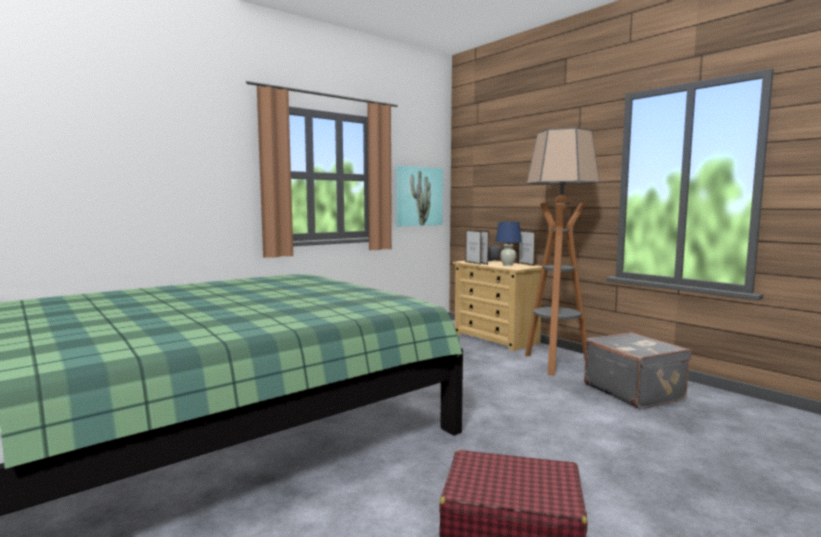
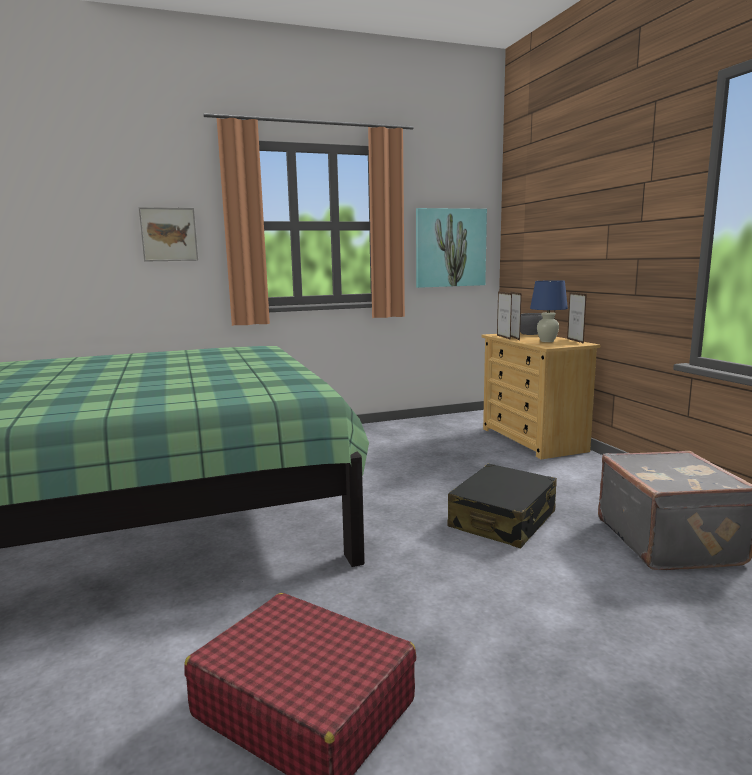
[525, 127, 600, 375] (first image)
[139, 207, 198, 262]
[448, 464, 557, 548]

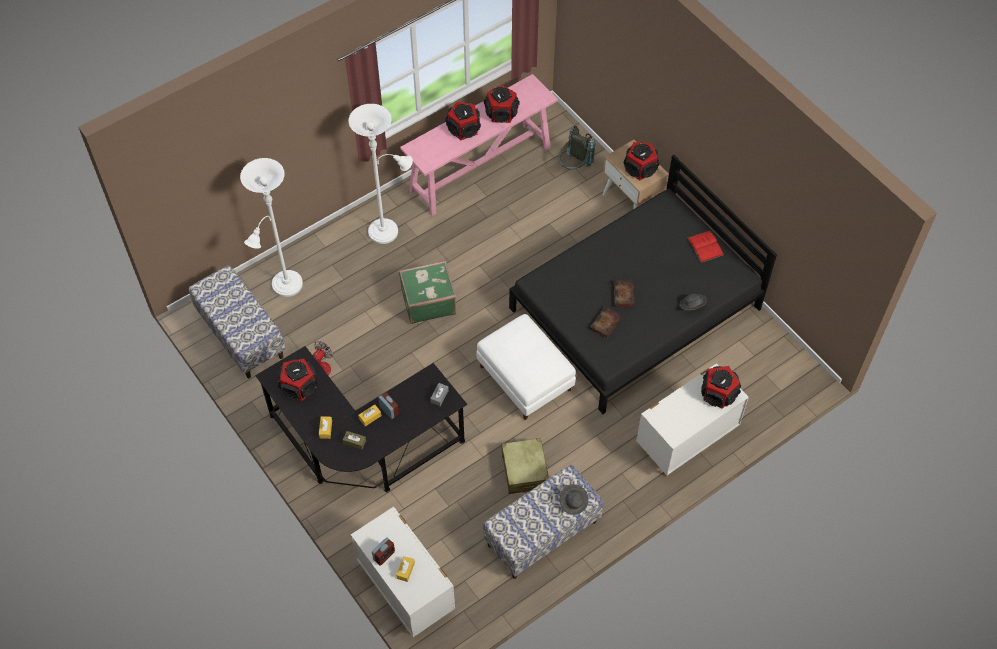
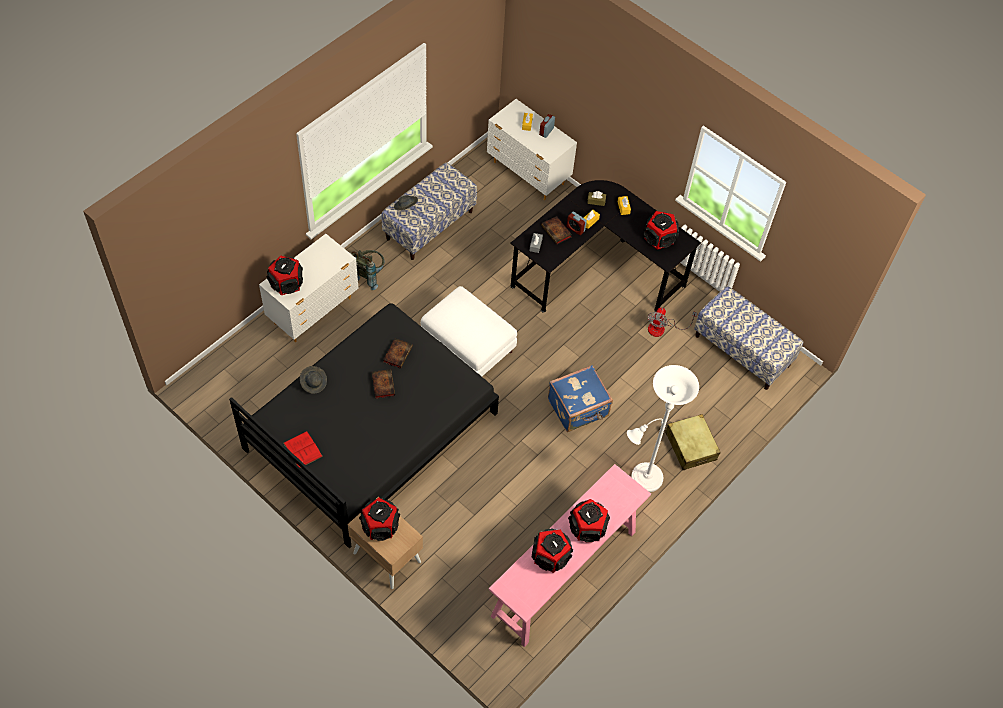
[240, 158, 303, 297] (first image)
[548, 365, 613, 432]
[665, 414, 721, 470]
[350, 250, 385, 290]
[541, 216, 572, 244]

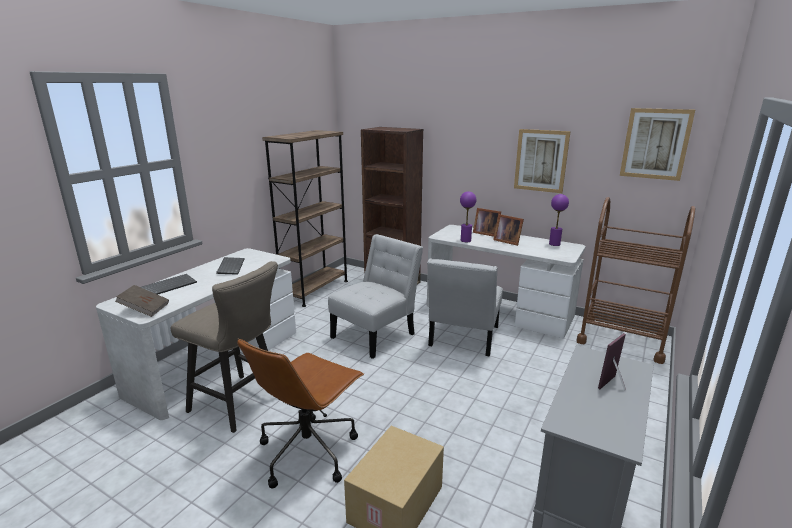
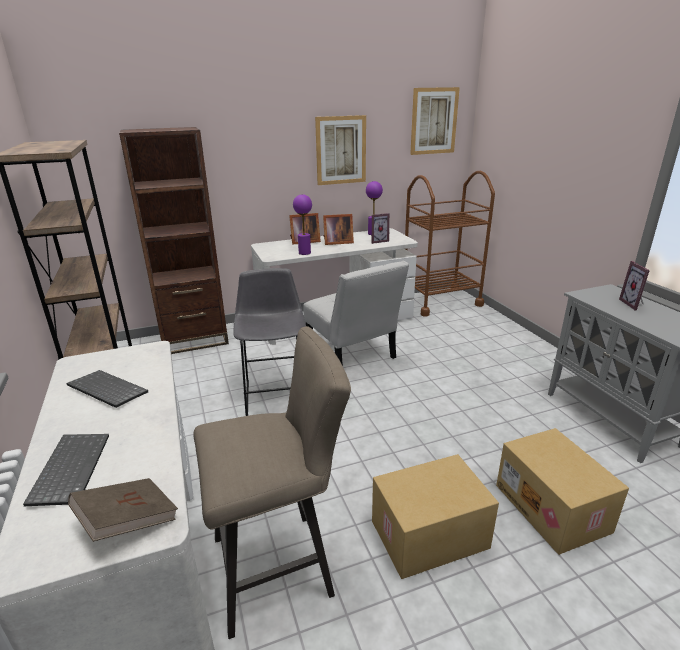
[372, 454, 499, 579]
[233, 268, 306, 416]
[372, 213, 390, 244]

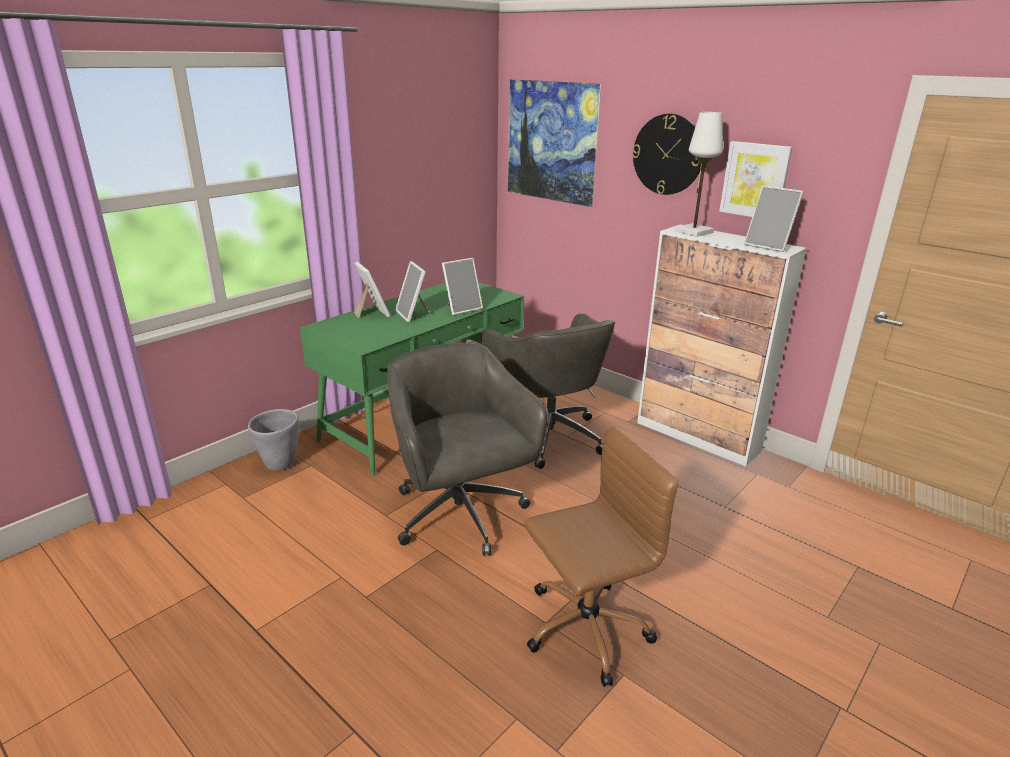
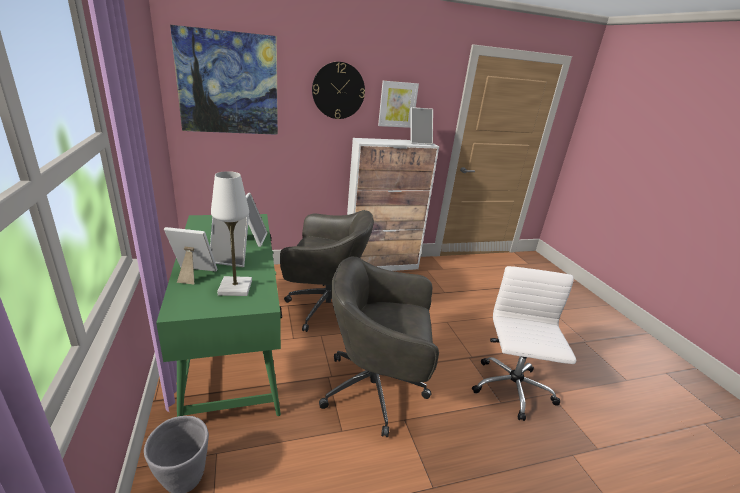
[472, 266, 576, 421]
[211, 171, 252, 296]

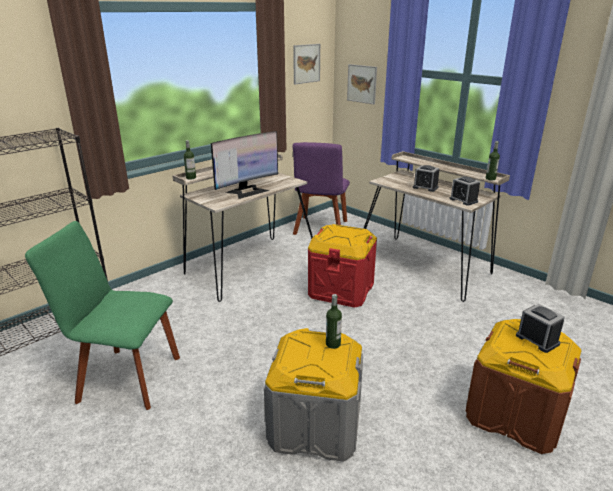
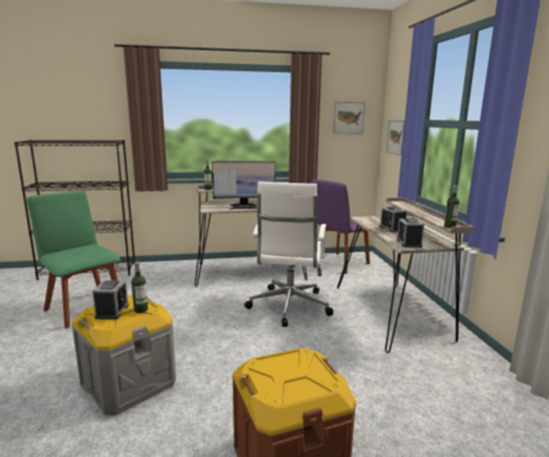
[244, 182, 333, 327]
[92, 280, 129, 319]

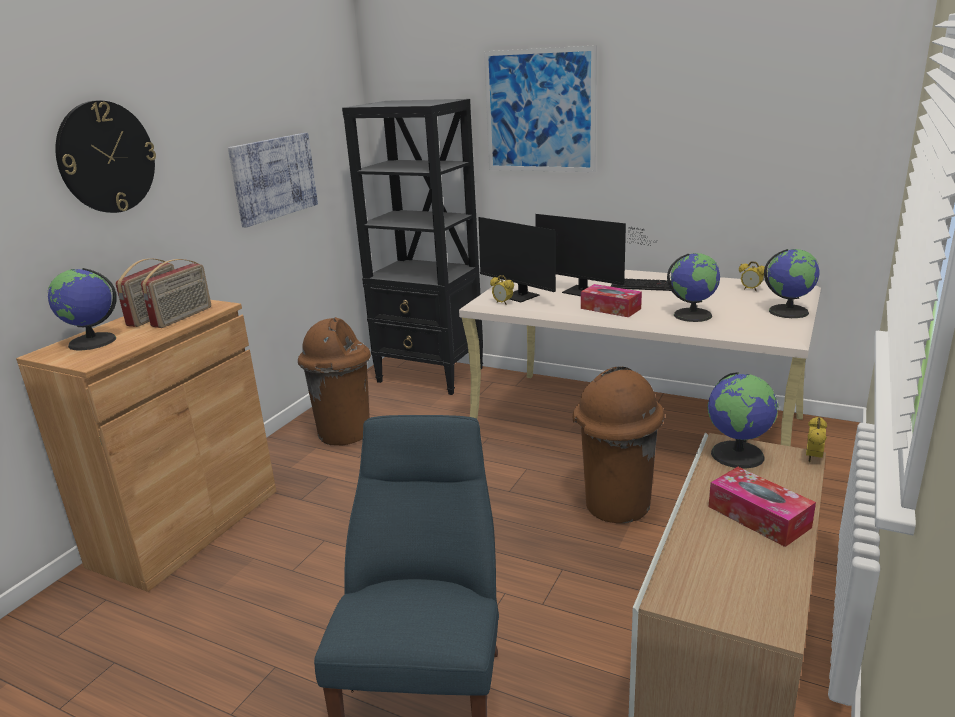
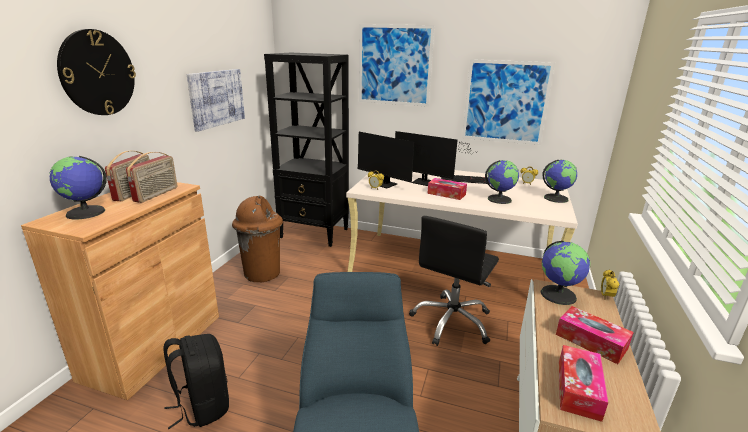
[409, 216, 499, 346]
[164, 334, 229, 429]
[462, 59, 555, 145]
[559, 345, 608, 422]

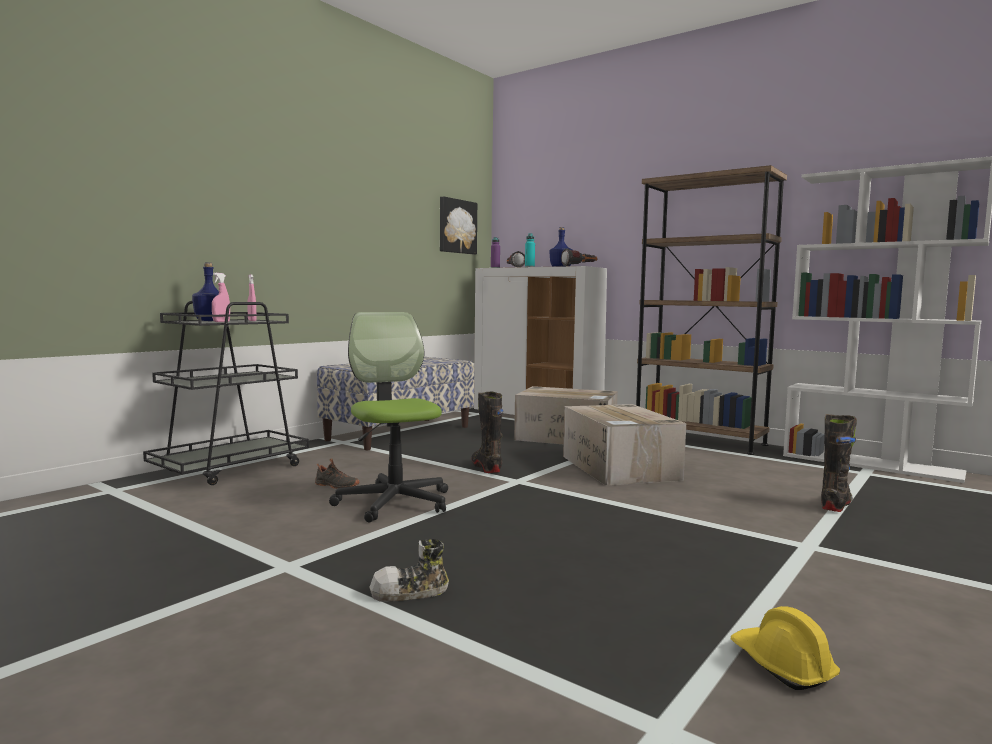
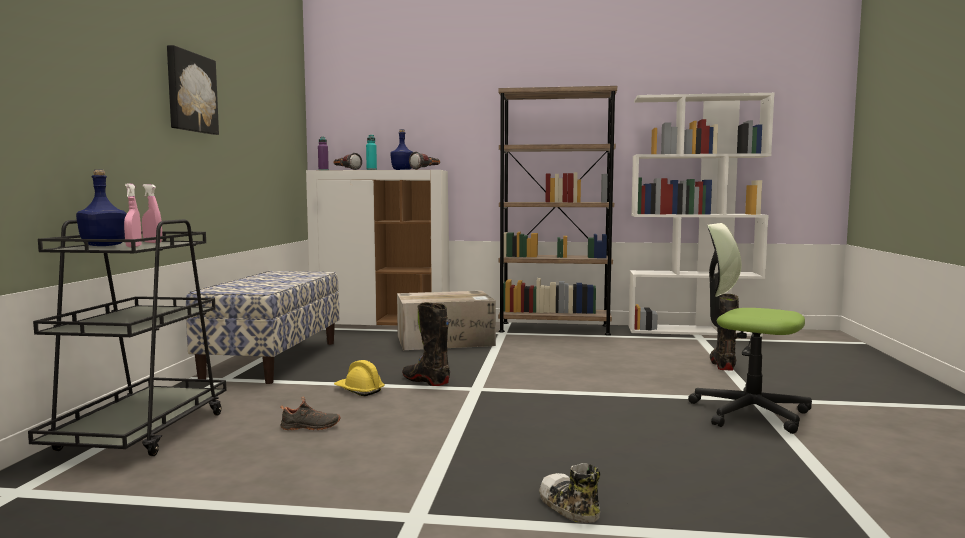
[688, 223, 812, 434]
[539, 463, 600, 523]
[167, 45, 219, 135]
[563, 404, 686, 486] (first image)
[334, 360, 385, 396]

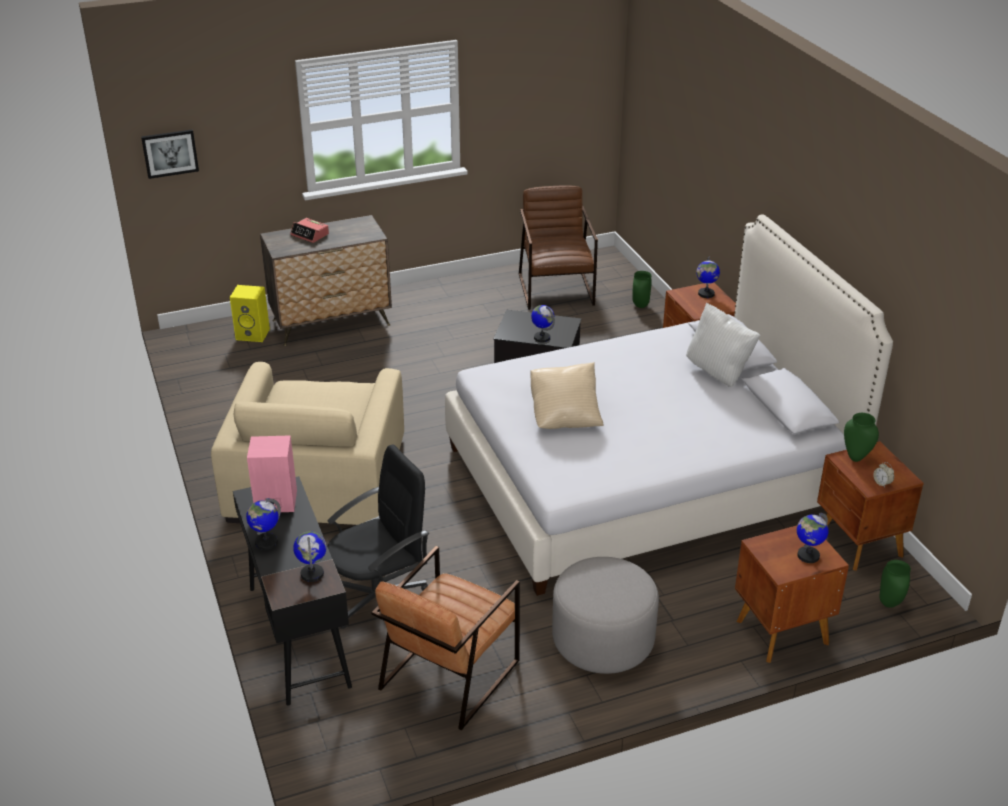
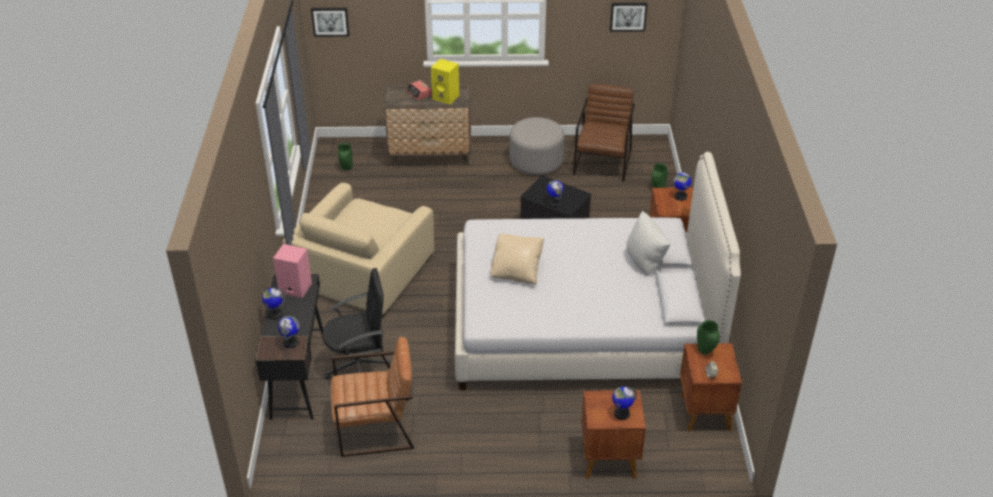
[431, 59, 459, 104]
[331, 337, 414, 457]
[510, 117, 565, 175]
[338, 143, 353, 170]
[610, 3, 648, 32]

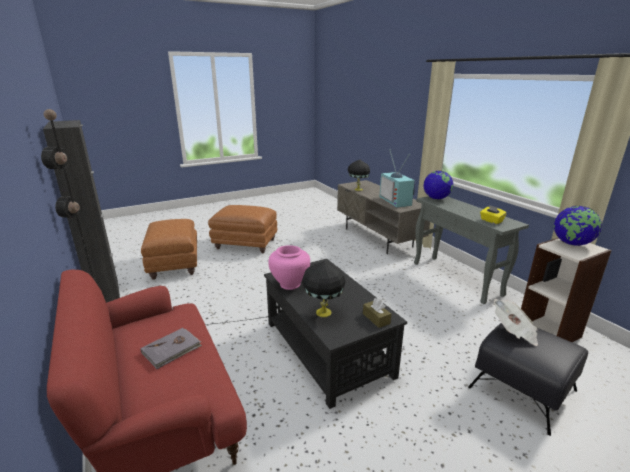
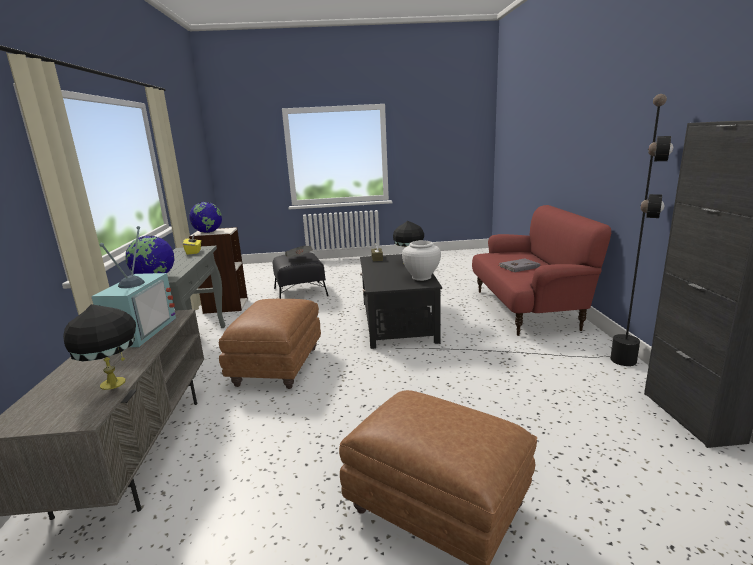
[219, 299, 321, 389]
[402, 240, 441, 281]

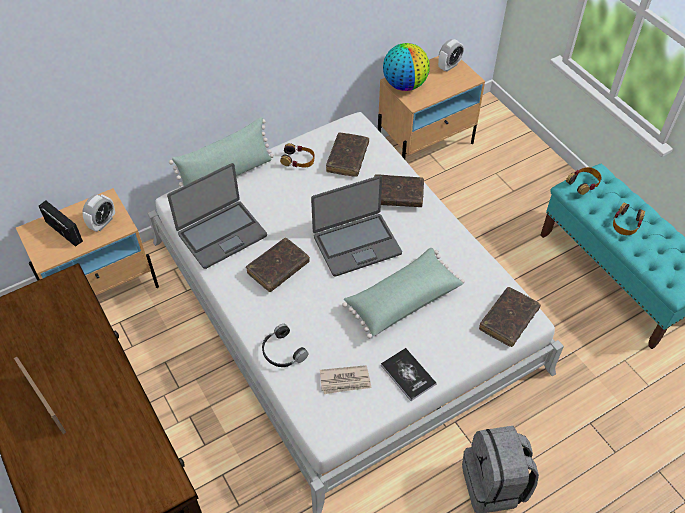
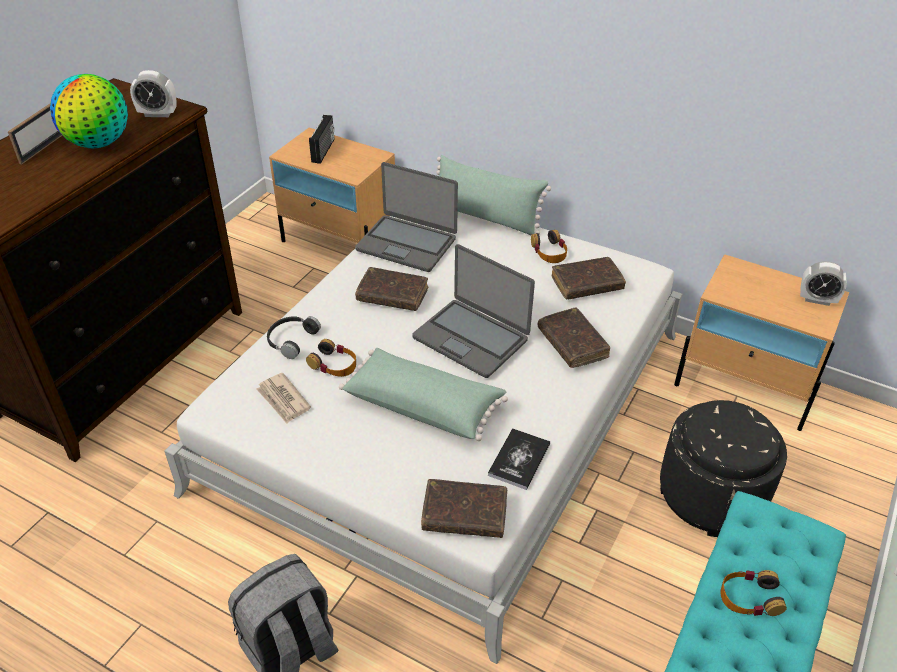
[130, 70, 177, 117]
[488, 428, 550, 490]
[50, 74, 128, 148]
[306, 339, 356, 377]
[660, 400, 787, 537]

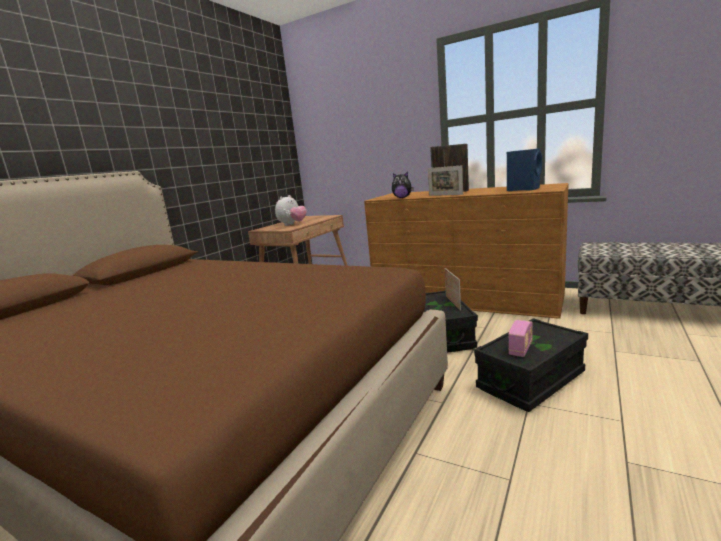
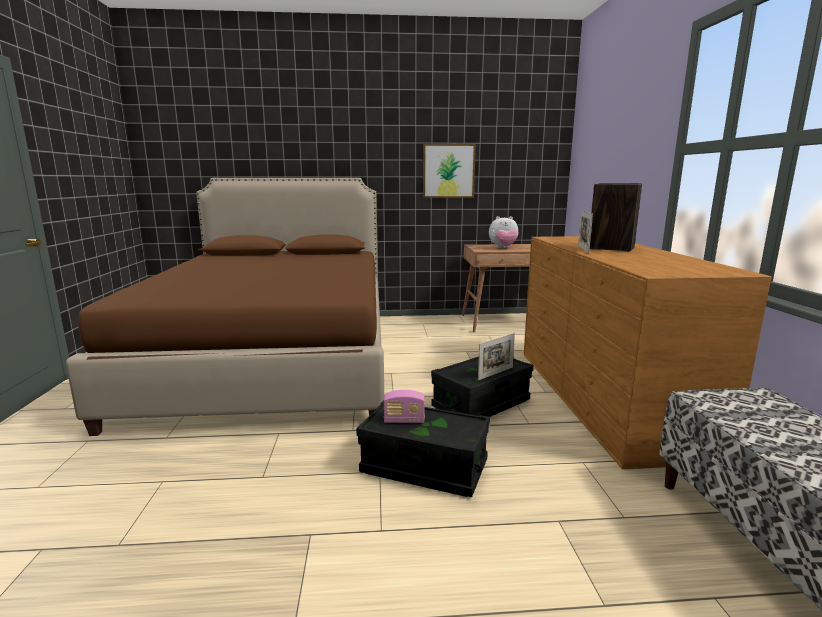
[392, 172, 414, 198] (first image)
[507, 148, 542, 191] (first image)
[423, 144, 476, 198]

